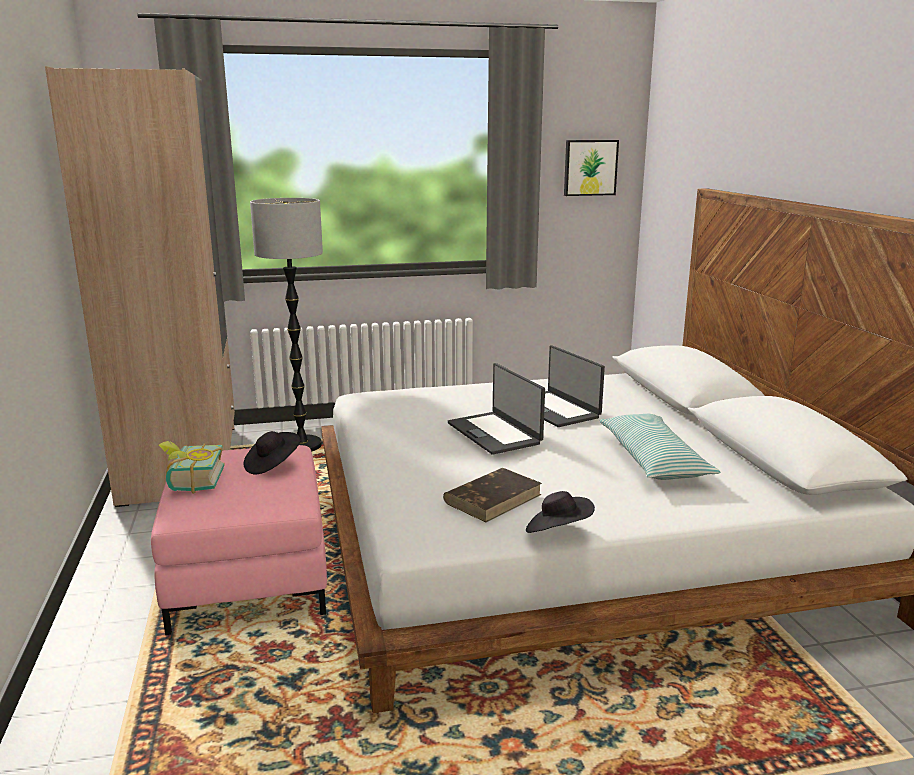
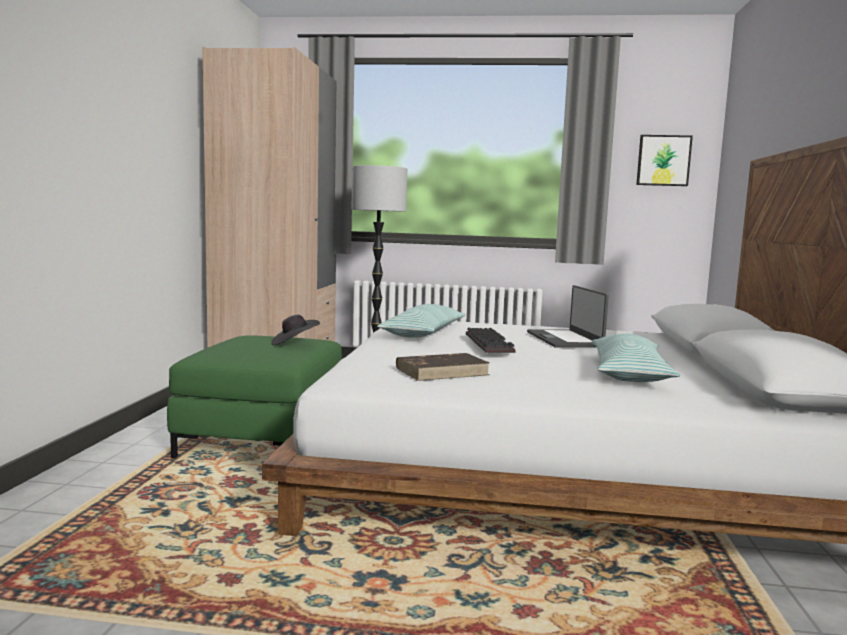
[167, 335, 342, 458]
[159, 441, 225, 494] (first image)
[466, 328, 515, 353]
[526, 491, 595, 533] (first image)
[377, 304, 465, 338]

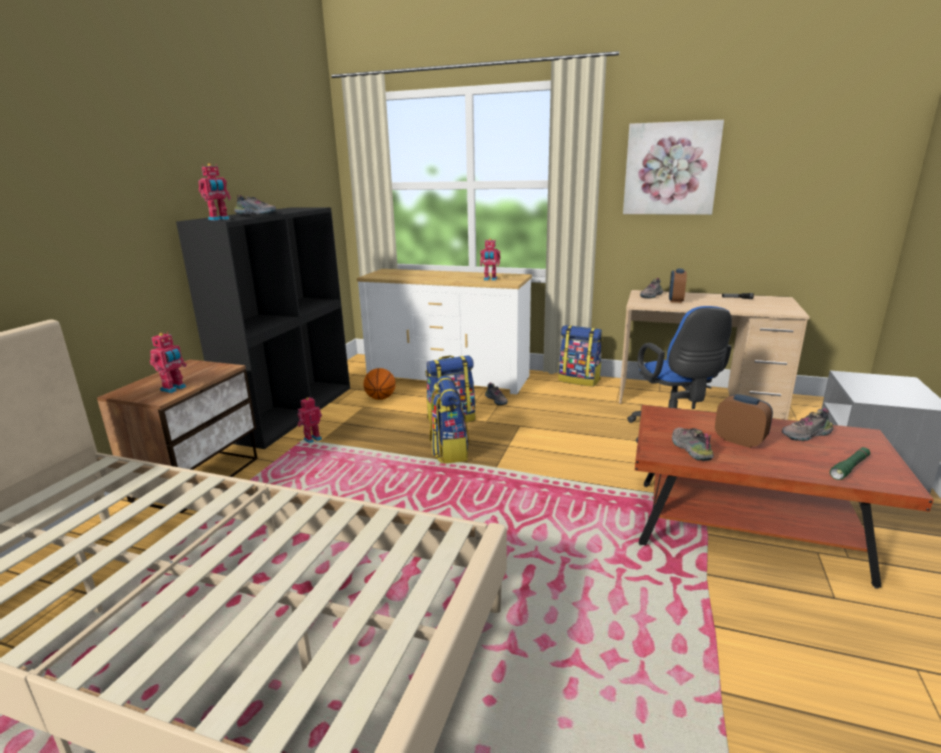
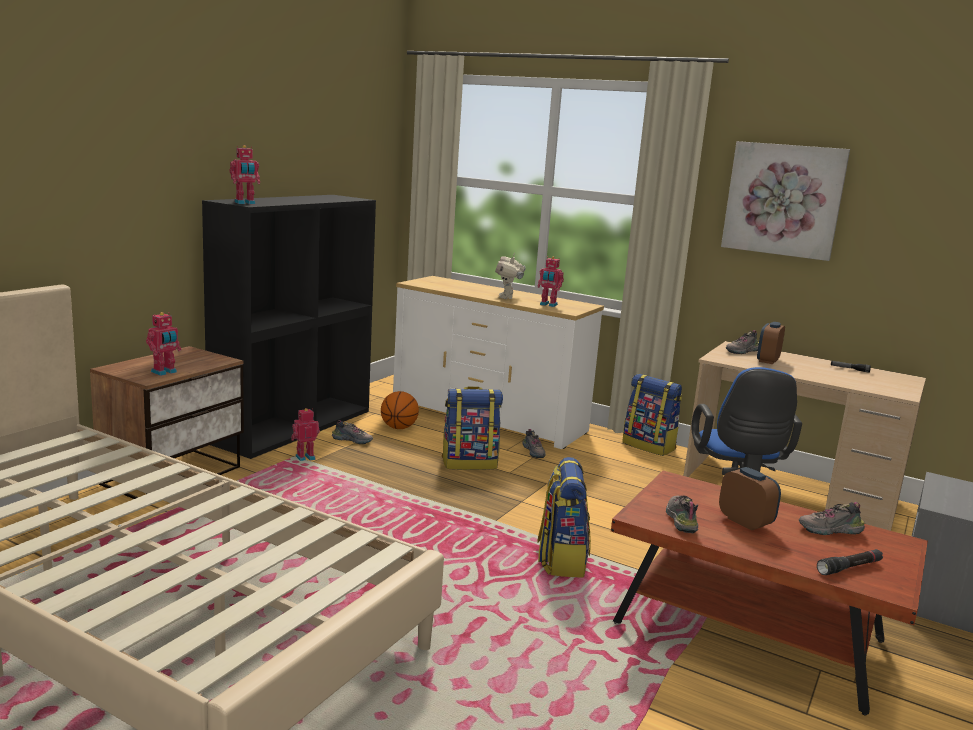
[332, 420, 373, 444]
[537, 457, 591, 578]
[817, 549, 883, 575]
[495, 253, 526, 299]

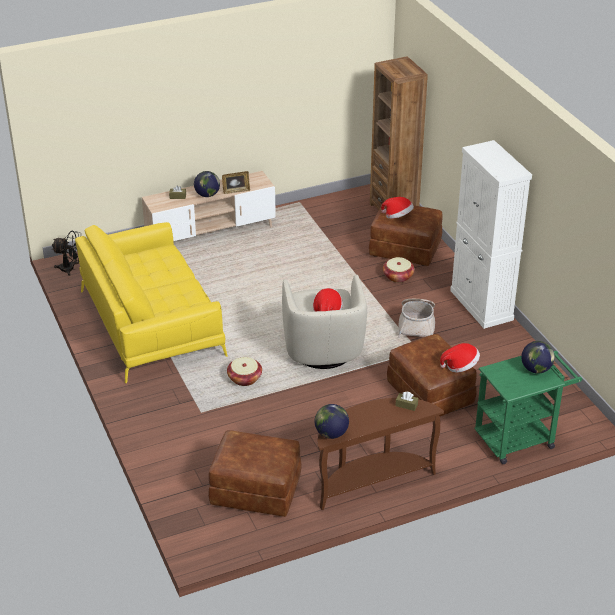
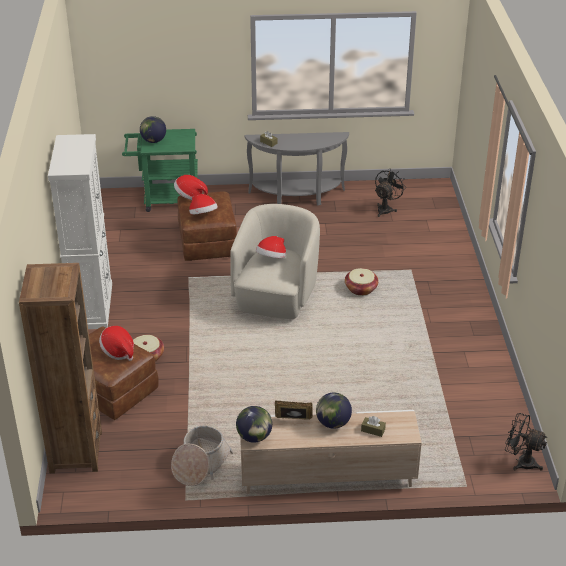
[75, 222, 228, 383] (first image)
[375, 168, 406, 217]
[236, 406, 272, 443]
[245, 132, 349, 205]
[171, 426, 234, 486]
[189, 194, 218, 214]

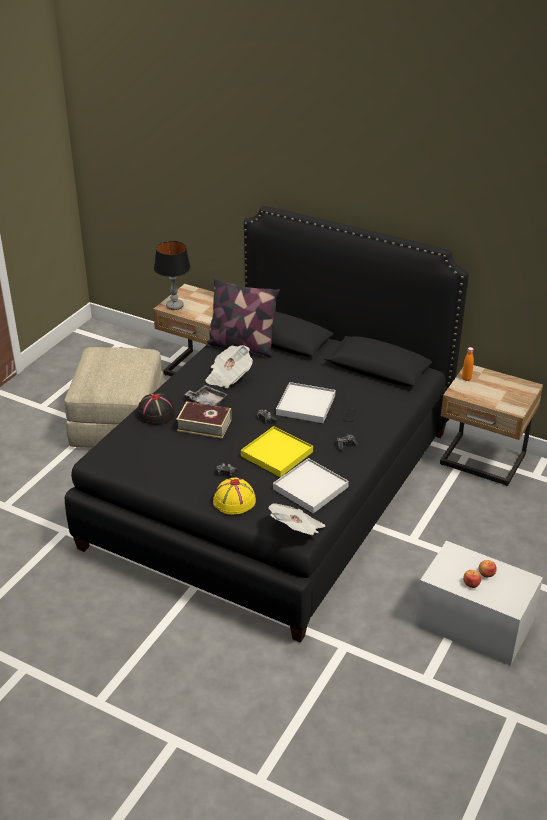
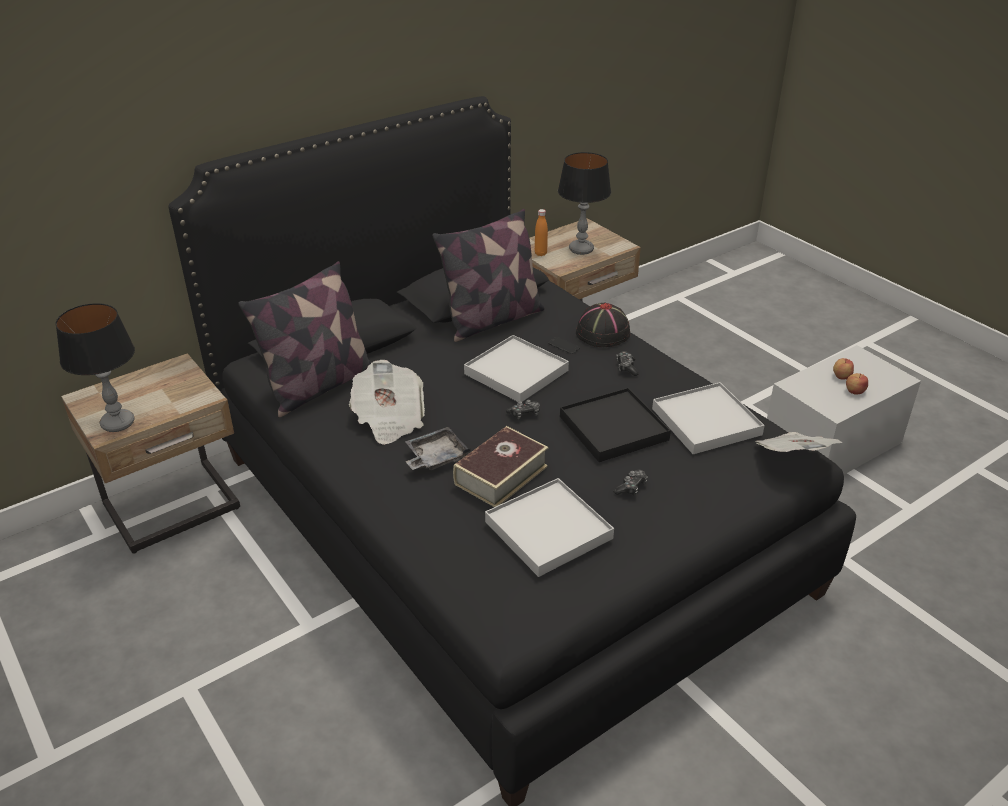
[64, 347, 164, 448] (first image)
[576, 302, 630, 347]
[213, 477, 256, 515] (first image)
[560, 388, 671, 462]
[432, 209, 544, 342]
[485, 478, 614, 577]
[558, 152, 611, 255]

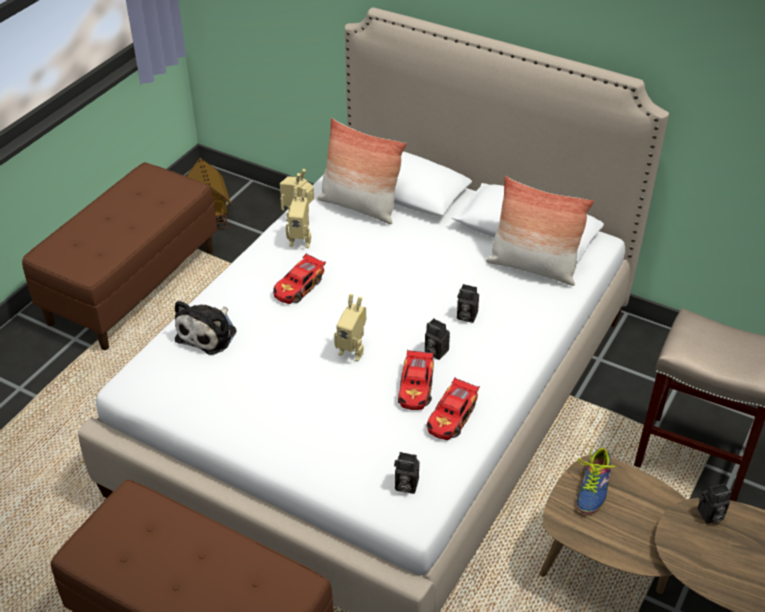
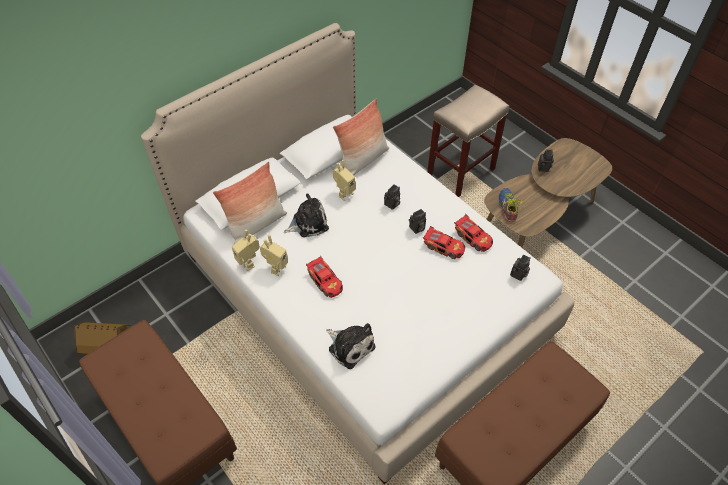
[333, 160, 356, 201]
[499, 188, 523, 222]
[284, 193, 329, 237]

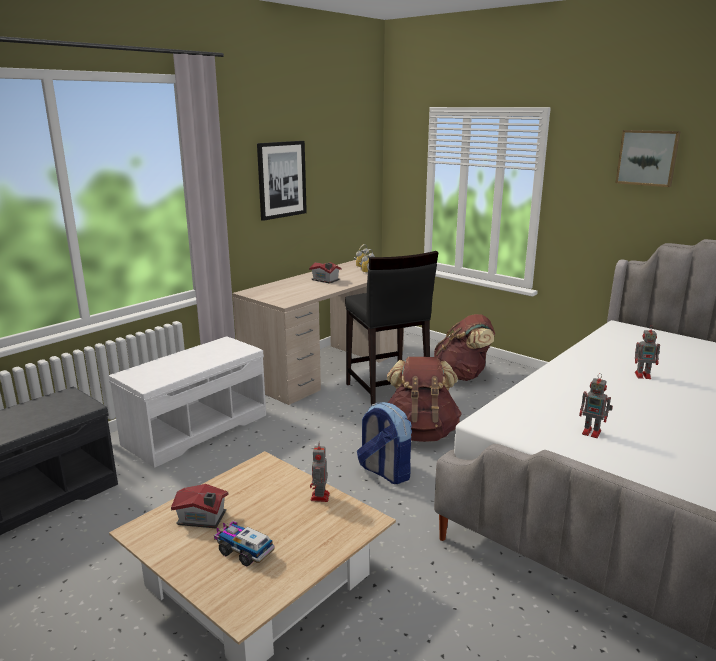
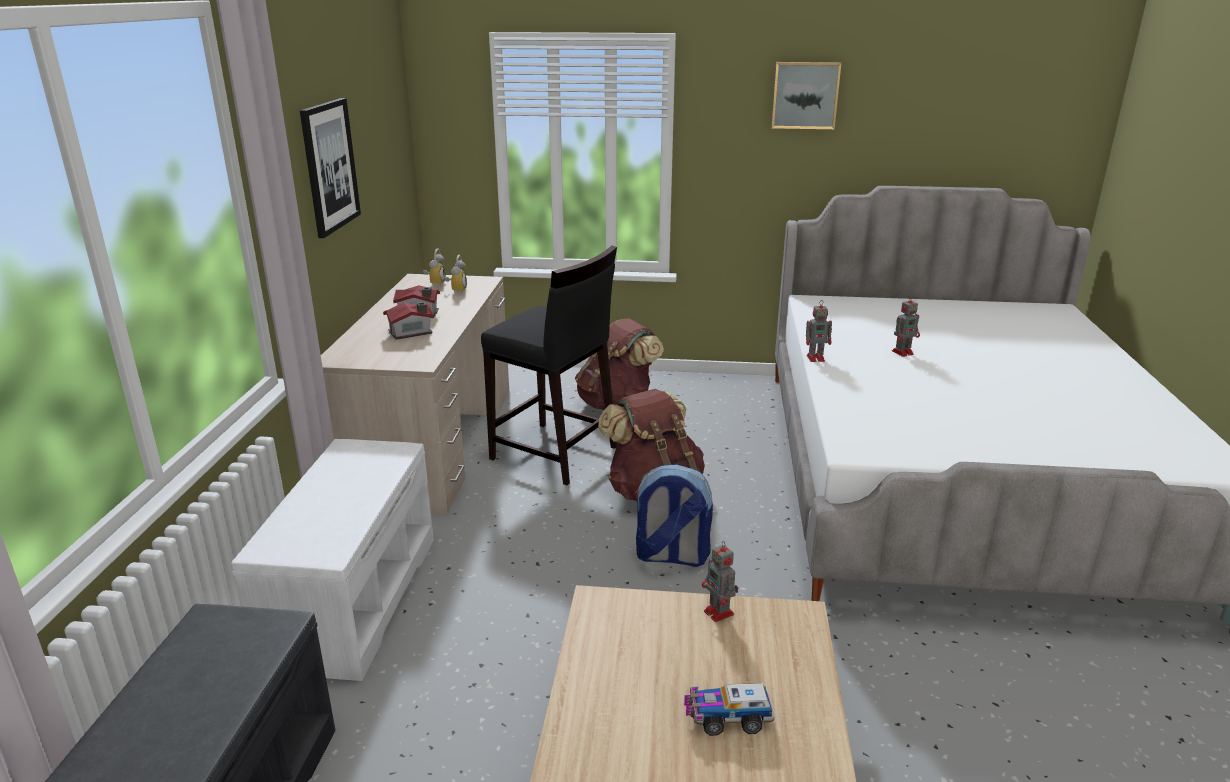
[383, 302, 434, 340]
[806, 300, 832, 362]

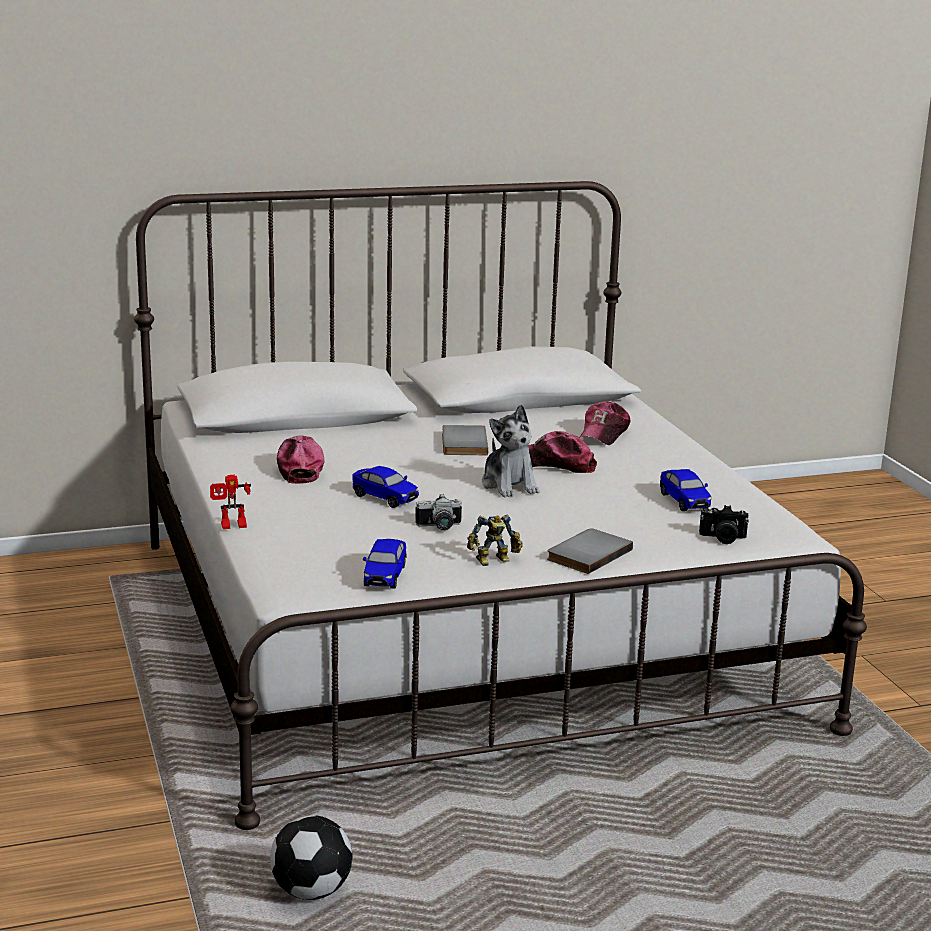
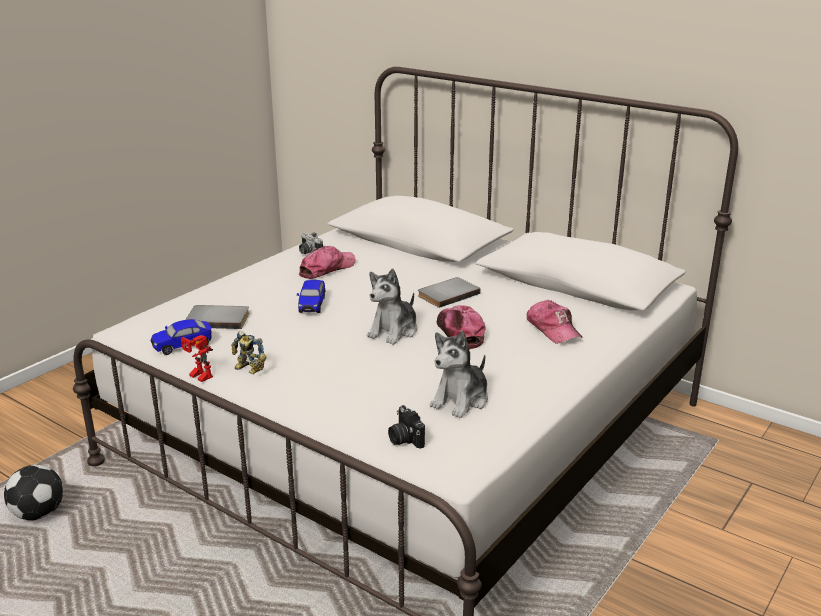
[181, 335, 213, 382]
[299, 232, 323, 254]
[185, 305, 249, 329]
[527, 300, 583, 344]
[430, 331, 488, 418]

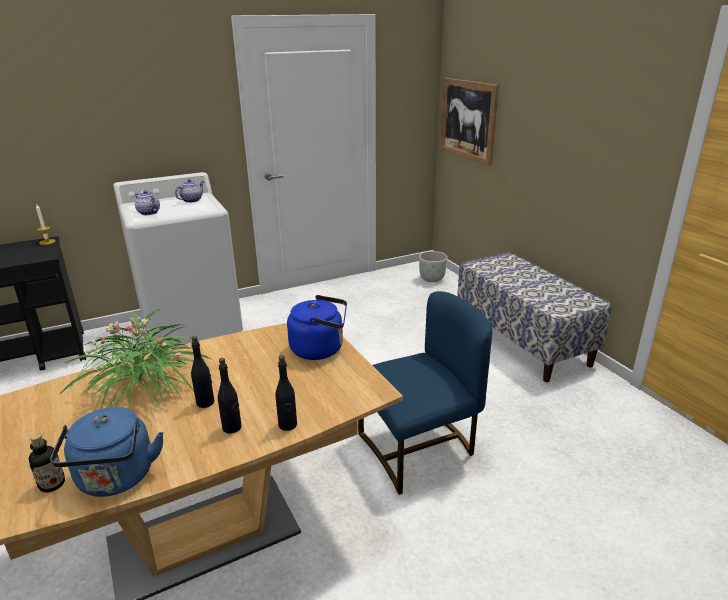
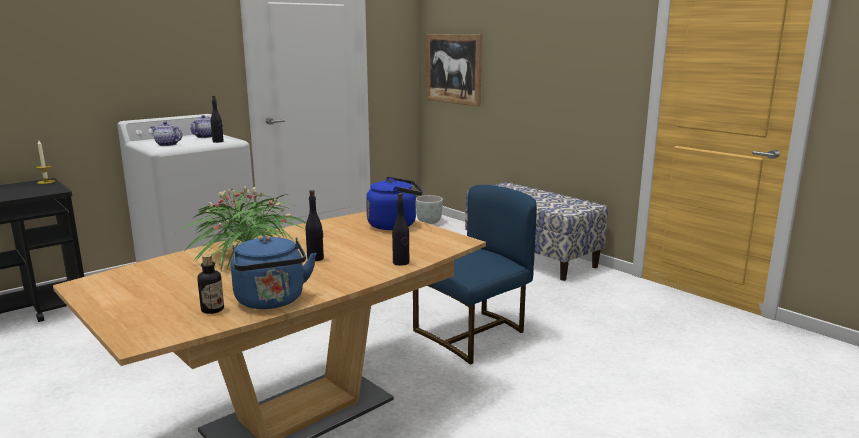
[211, 96, 224, 143]

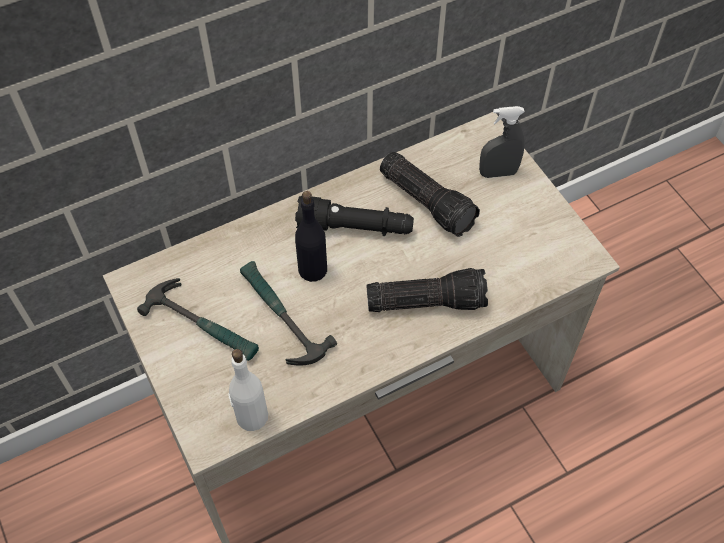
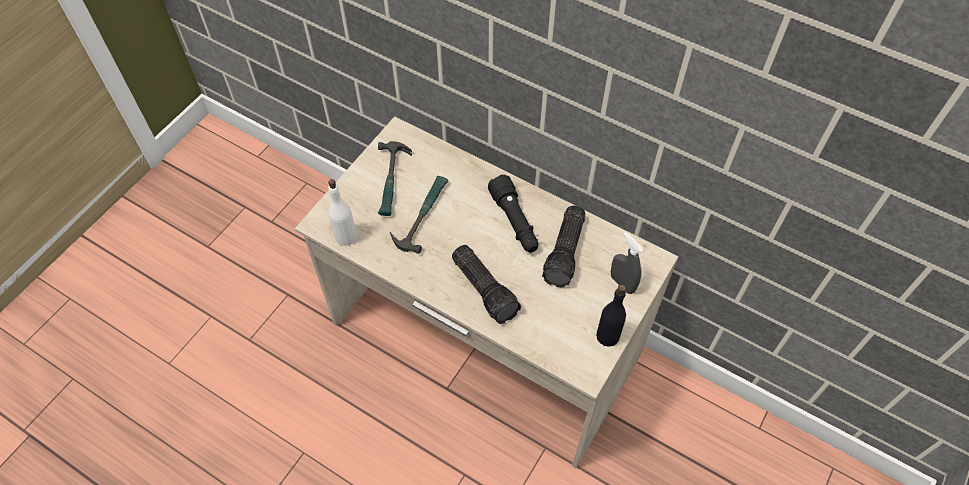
[596, 285, 626, 347]

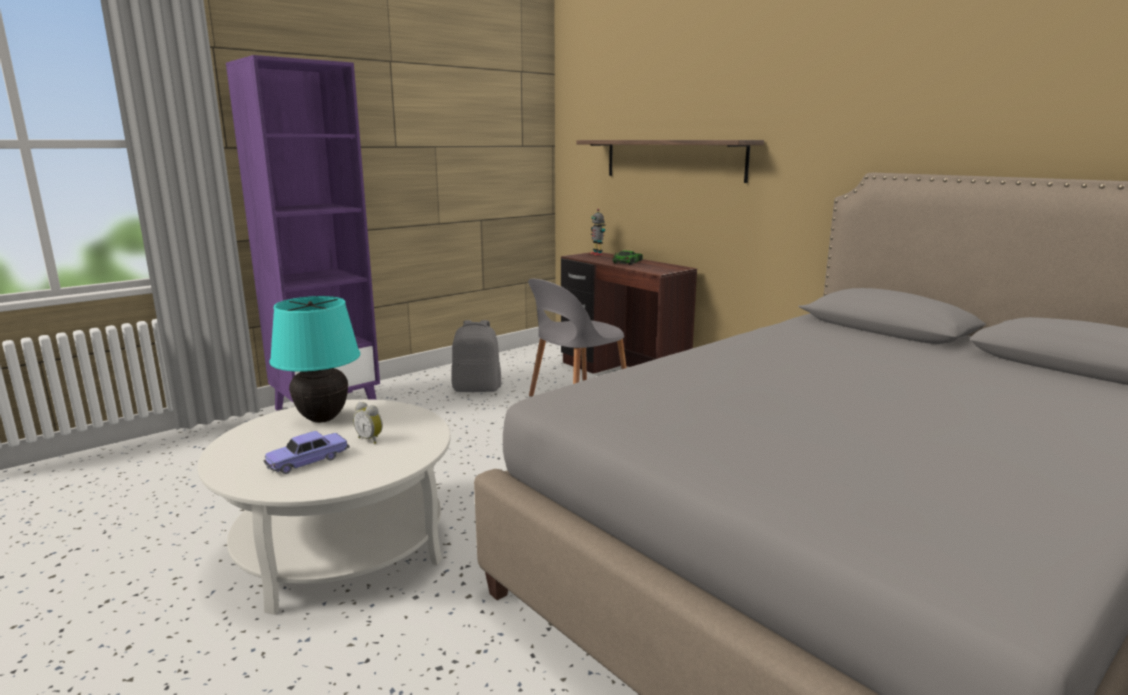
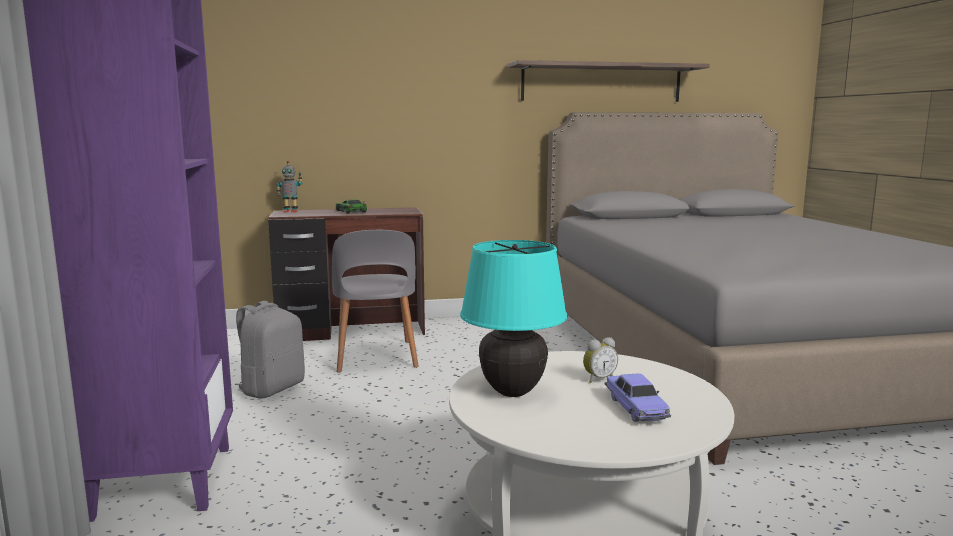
[508, 60, 709, 102]

